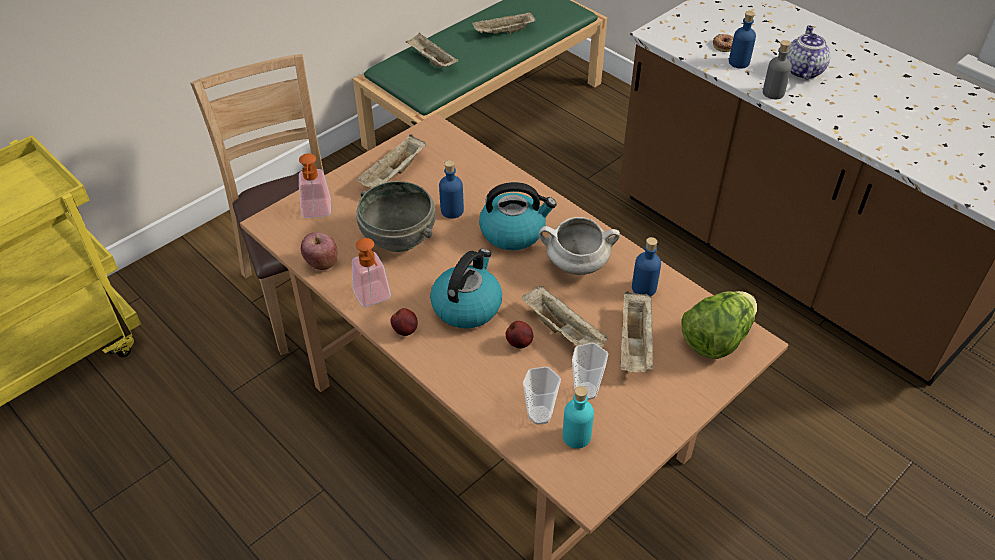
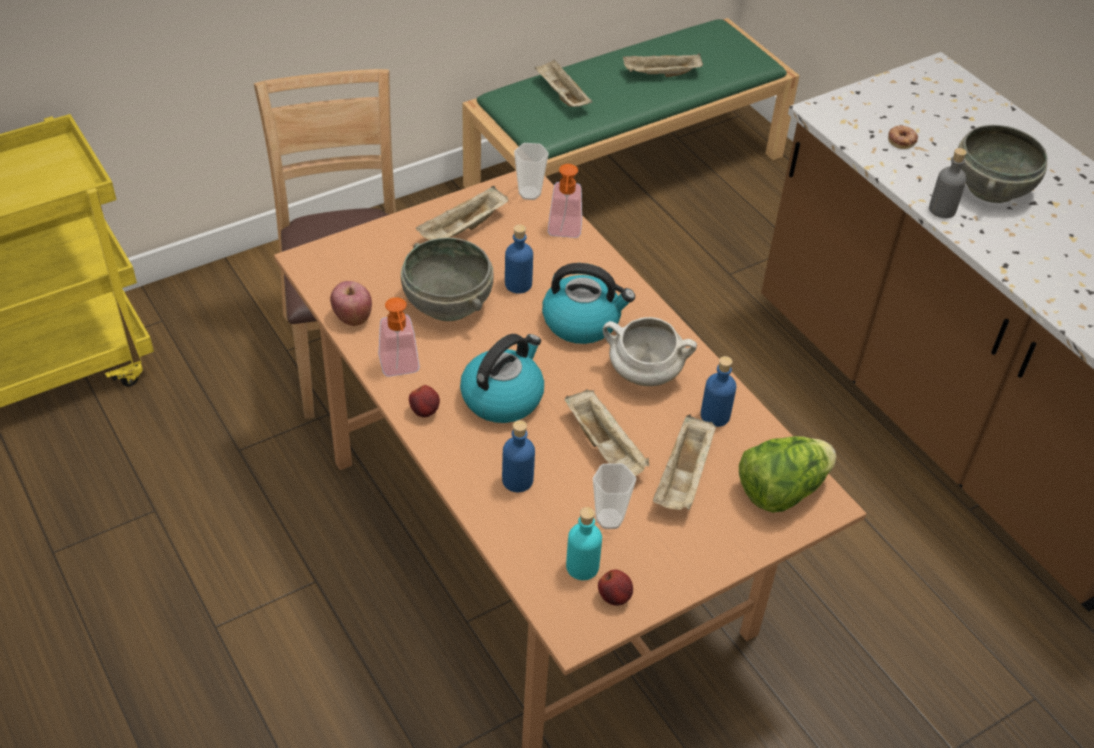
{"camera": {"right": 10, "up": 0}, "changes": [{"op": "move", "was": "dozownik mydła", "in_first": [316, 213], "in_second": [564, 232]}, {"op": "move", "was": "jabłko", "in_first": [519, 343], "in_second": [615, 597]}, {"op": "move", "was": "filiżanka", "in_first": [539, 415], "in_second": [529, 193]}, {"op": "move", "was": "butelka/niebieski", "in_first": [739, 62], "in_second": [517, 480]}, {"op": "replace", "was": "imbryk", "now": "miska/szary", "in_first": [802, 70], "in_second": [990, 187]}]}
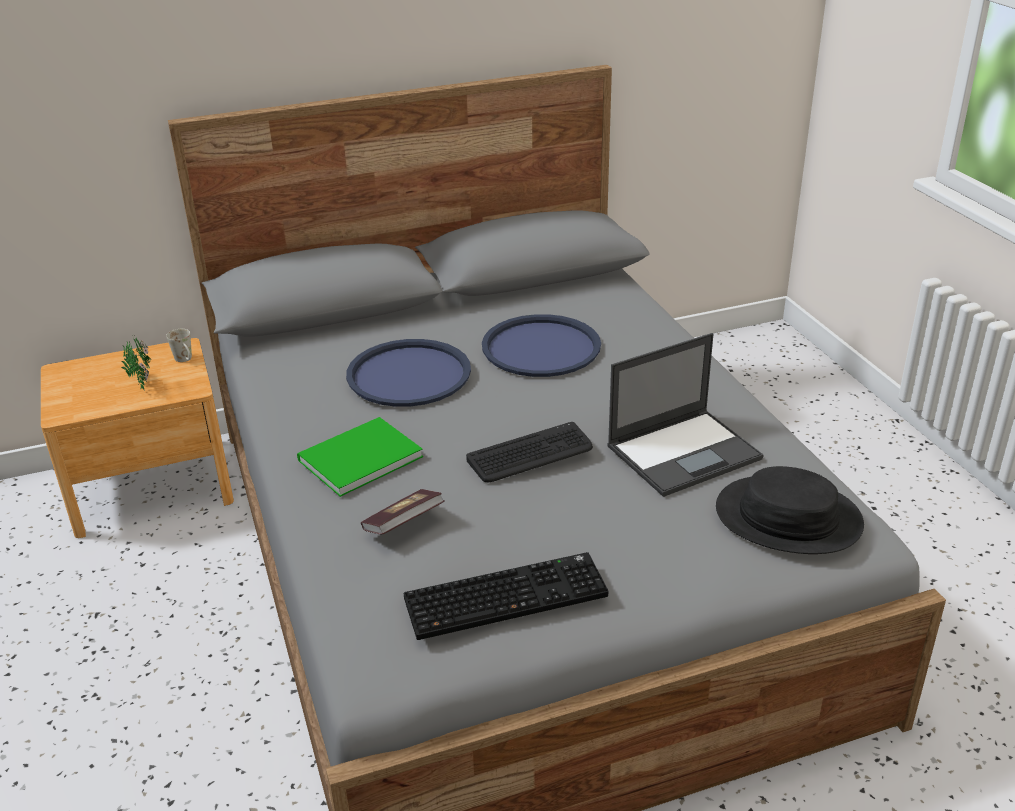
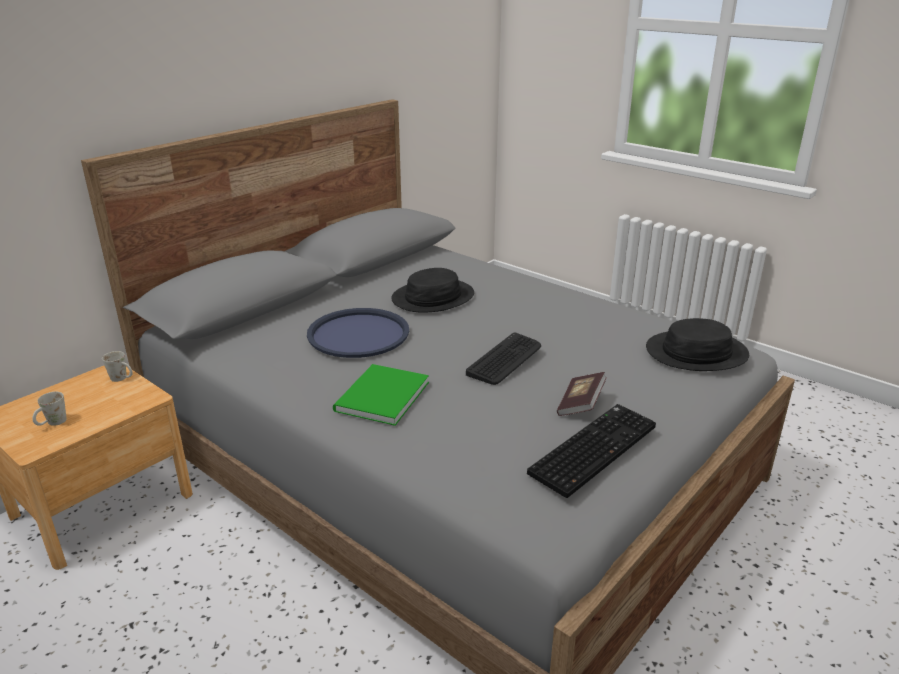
{"camera": {"right": -30, "up": -5}, "changes": [{"op": "delete", "was": "roślina doniczkowa", "in_first": [140, 382]}, {"op": "delete", "was": "laptop", "in_first": [685, 452]}, {"op": "insert", "now": "kubek/biały", "in_second": [52, 424]}, {"op": "move", "was": "książka", "in_first": [403, 525], "in_second": [580, 404]}, {"op": "replace", "was": "taca/niebieski", "now": "kapelusz/czarny", "in_first": [541, 347], "in_second": [433, 297]}]}
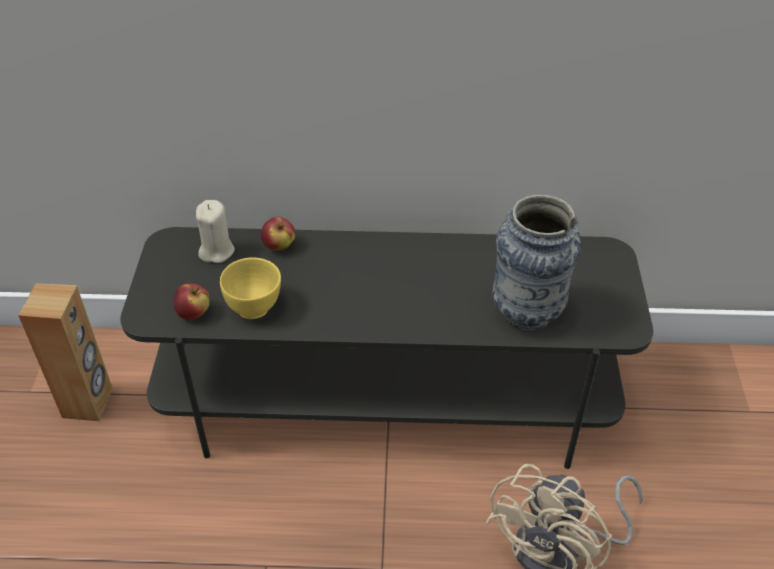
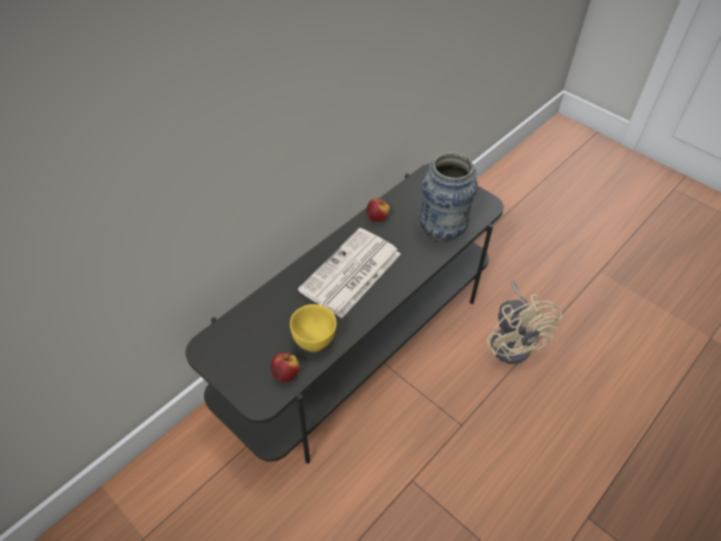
{"camera": {"right": -50, "up": 5}, "changes": [{"op": "delete", "was": "głośnik/brązowy", "in_first": [88, 403]}, {"op": "delete", "was": "świeca/beżowy", "in_first": [216, 251]}, {"op": "insert", "now": "gazeta", "in_second": [350, 273]}, {"op": "move", "was": "jabłko", "in_first": [279, 246], "in_second": [377, 218]}]}
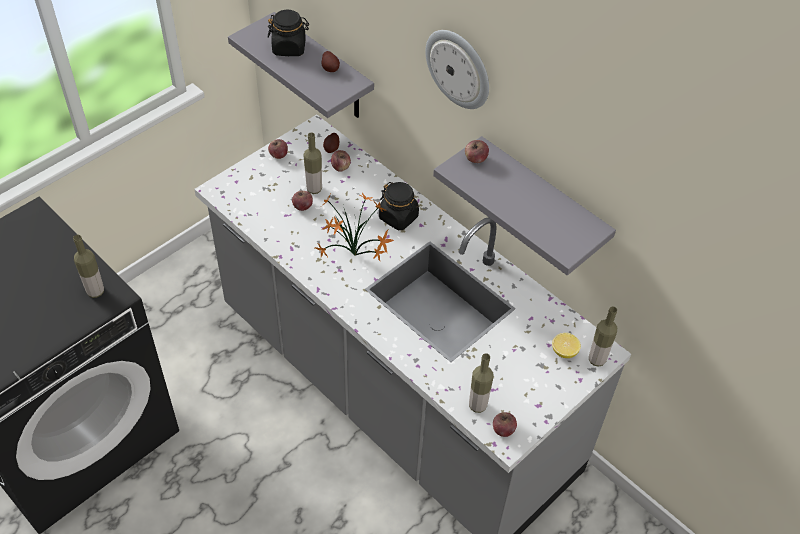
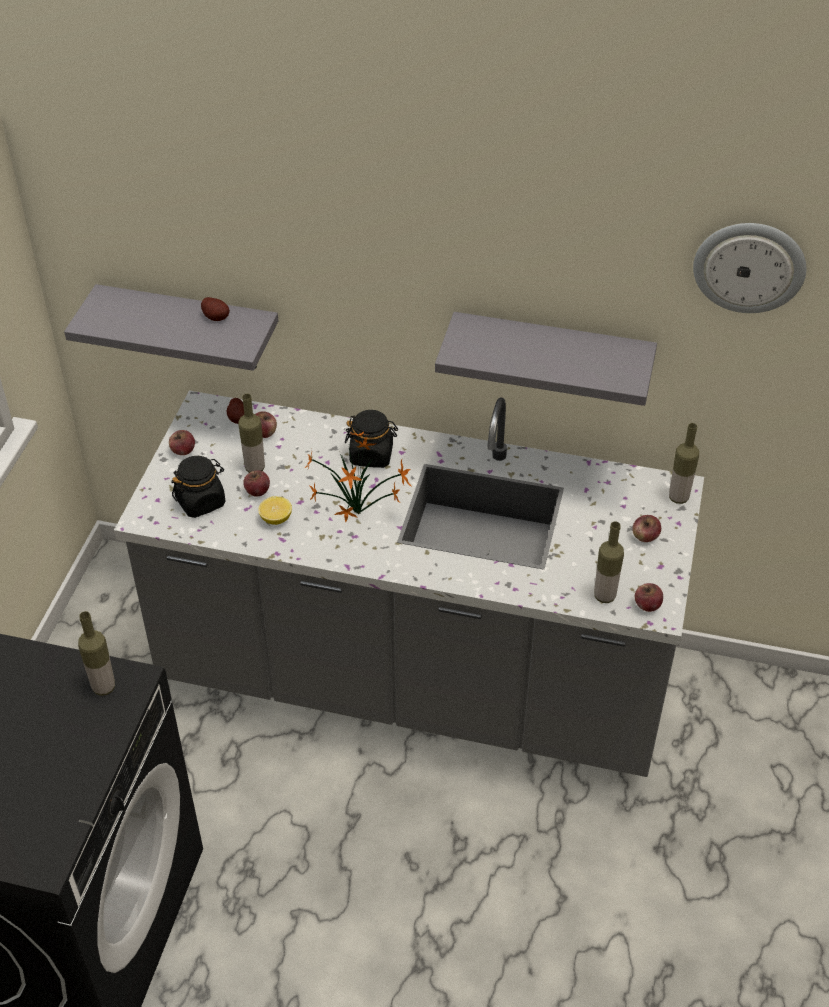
{"camera": {"right": -30, "up": -5}, "changes": [{"op": "move", "was": "słoik/czarny", "in_first": [289, 48], "in_second": [201, 501]}, {"op": "move", "was": "zegar ścienny", "in_first": [459, 68], "in_second": [749, 266]}, {"op": "move", "was": "jabłko", "in_first": [475, 159], "in_second": [645, 537]}, {"op": "move", "was": "cytryna", "in_first": [564, 351], "in_second": [276, 519]}]}
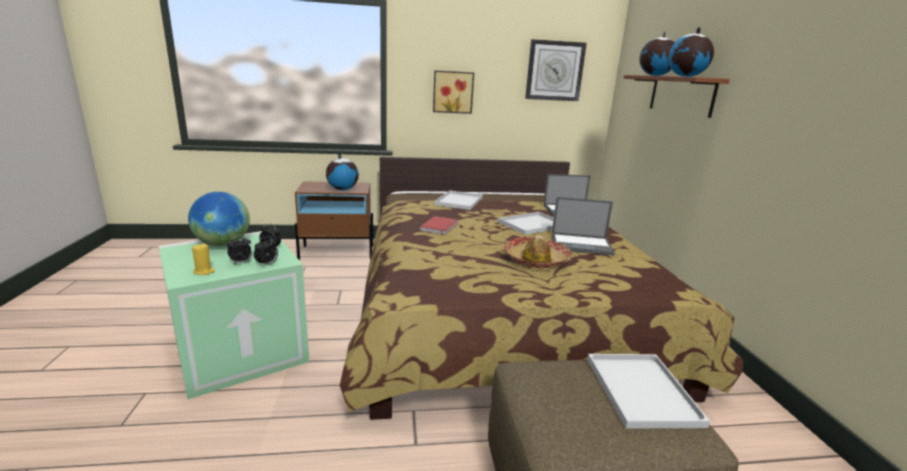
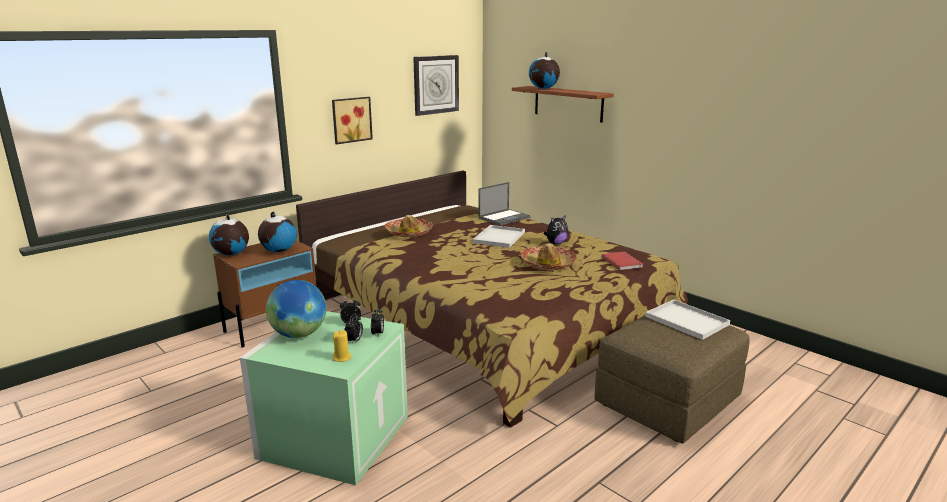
{"camera": {"right": -35, "up": 0}, "changes": [{"op": "move", "was": "książka/czerwony", "in_first": [440, 227], "in_second": [622, 262]}, {"op": "move", "was": "globus", "in_first": [686, 76], "in_second": [231, 254]}, {"op": "replace", "was": "taca/biały", "now": "kapelusz", "in_first": [459, 201], "in_second": [408, 233]}, {"op": "replace", "was": "laptop", "now": "pluszak", "in_first": [582, 244], "in_second": [556, 243]}]}
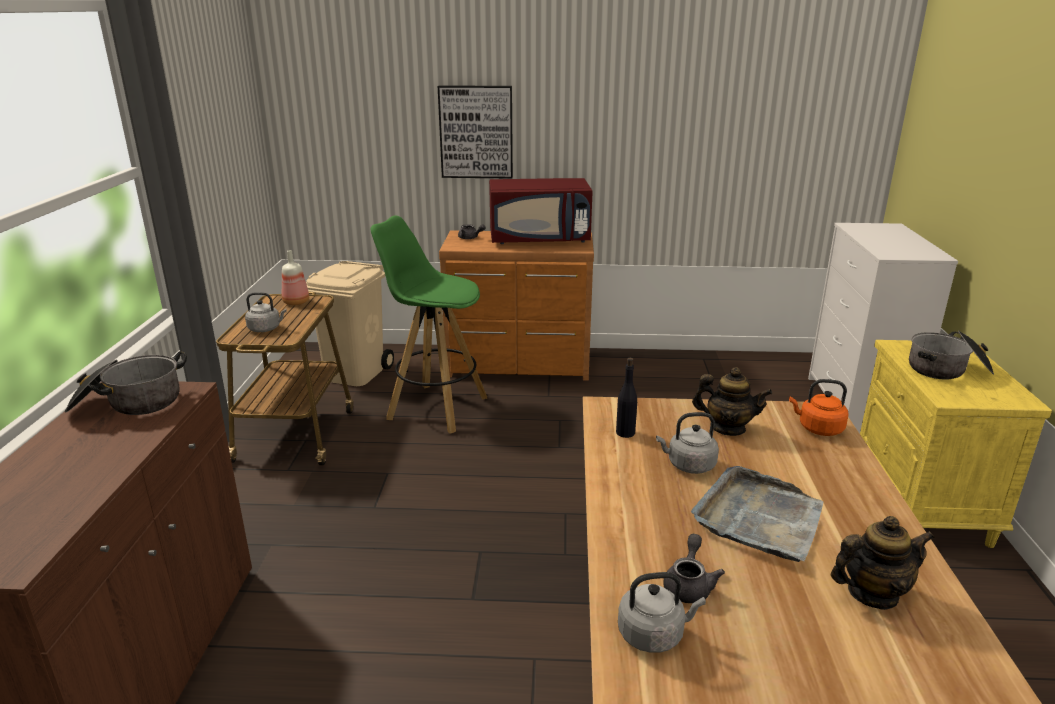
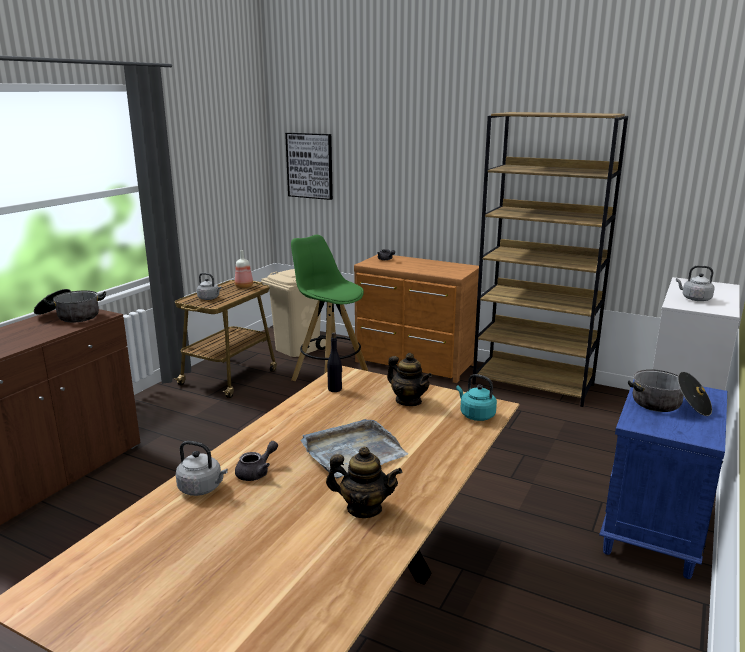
{"camera": {"right": 25, "up": -5}, "changes": [{"op": "delete", "was": "mikrofalówka/czerwony", "in_first": [539, 239]}, {"op": "insert", "now": "regał/brązowy", "in_second": [534, 384]}, {"op": "move", "was": "obraz", "in_first": [476, 132], "in_second": [310, 165]}, {"op": "move", "was": "czajnik/szary", "in_first": [688, 465], "in_second": [694, 299]}, {"op": "recolor", "was": "czajnik/pomarańczowy", "now": "czajnik/turkusowy", "in_first": [818, 428], "in_second": [475, 415]}, {"op": "recolor", "was": "szafka nocna/żółty", "now": "szafka nocna/niebieski", "in_first": [921, 505], "in_second": [653, 531]}]}
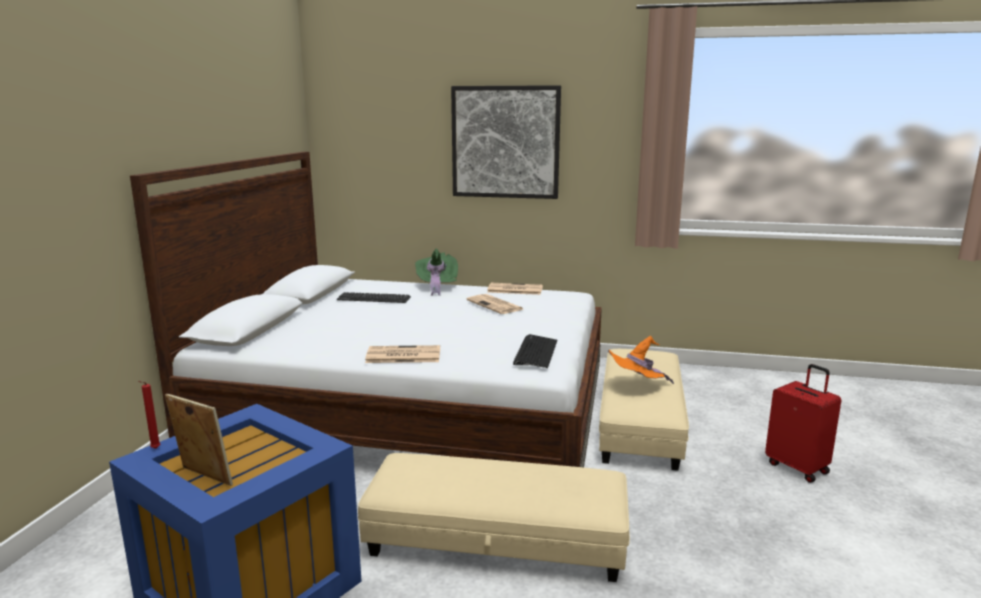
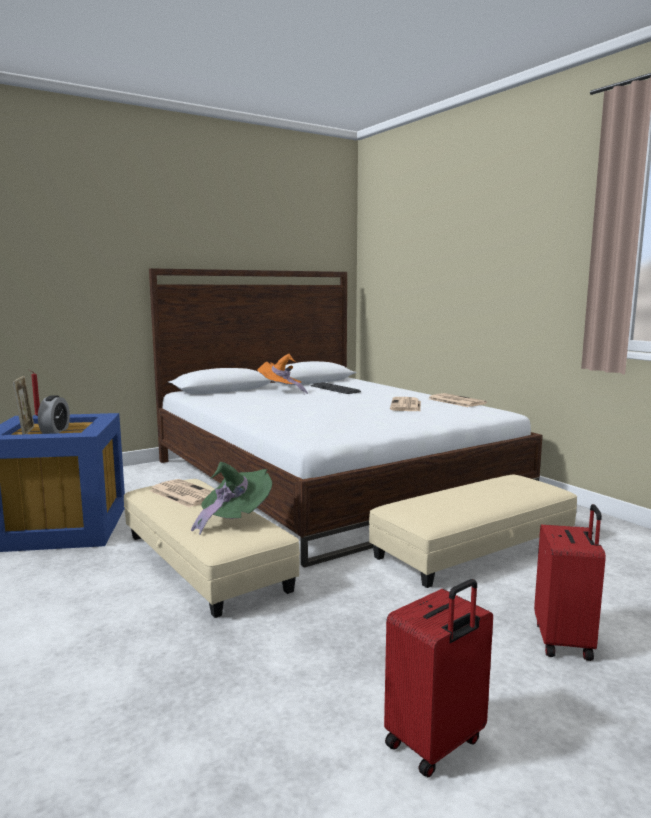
{"camera": {"right": 45, "up": -5}, "changes": [{"op": "delete", "was": "obraz", "in_first": [505, 142]}, {"op": "delete", "was": "klawiatura", "in_first": [535, 352]}, {"op": "insert", "now": "budzik", "in_second": [55, 431]}, {"op": "insert", "now": "walizka/czerwony", "in_second": [436, 744]}, {"op": "move", "was": "gazeta", "in_first": [402, 355], "in_second": [183, 494]}, {"op": "move", "was": "kapelusz/zielony", "in_first": [437, 287], "in_second": [234, 519]}, {"op": "move", "was": "kapelusz/pomarańczowy", "in_first": [636, 386], "in_second": [281, 391]}]}
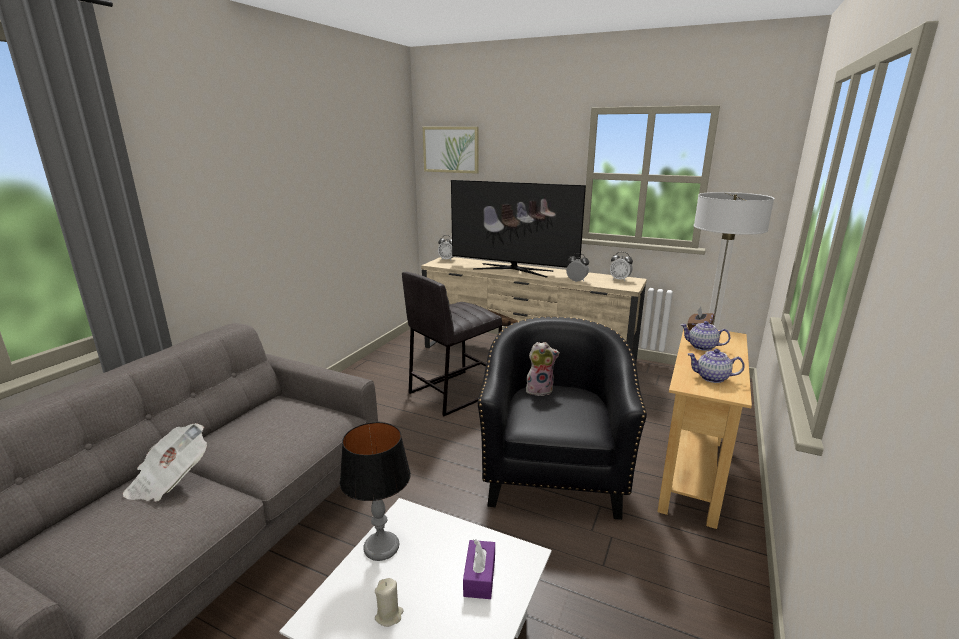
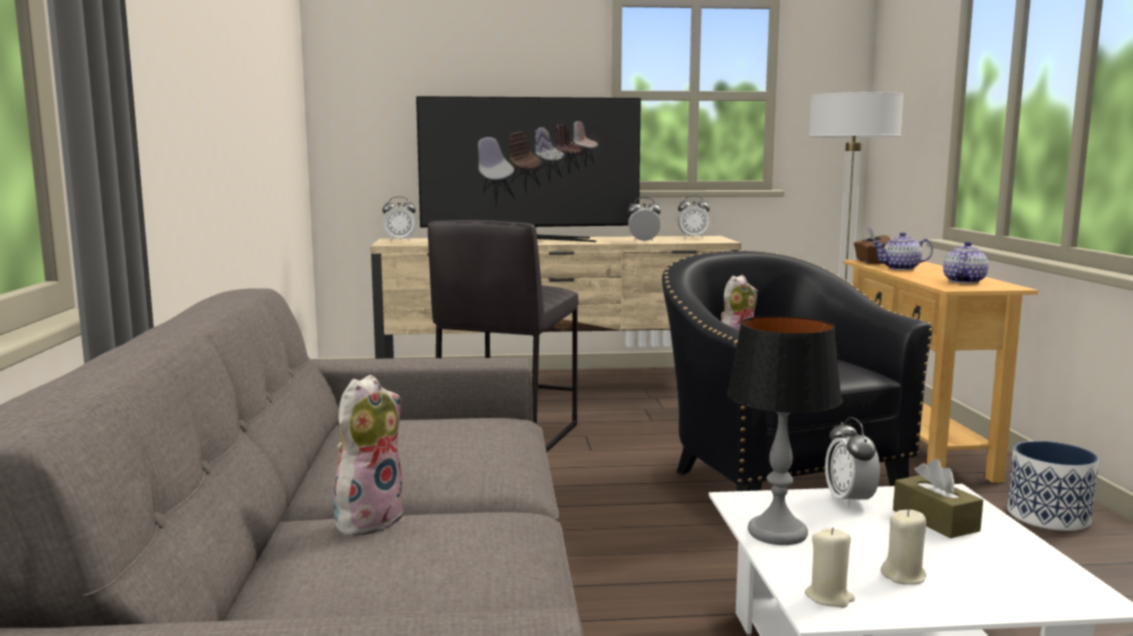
{"camera": {"right": -30, "up": -10}, "changes": [{"op": "delete", "was": "obraz", "in_first": [451, 149]}, {"op": "insert", "now": "świeca/beżowy", "in_second": [829, 597]}, {"op": "insert", "now": "budzik", "in_second": [849, 500]}, {"op": "insert", "now": "donica", "in_second": [1048, 517]}, {"op": "replace", "was": "gazeta", "now": "pluszak", "in_first": [170, 480], "in_second": [368, 519]}, {"op": "recolor", "was": "pudełko chusteczek/fioletowy", "now": "pudełko chusteczek/brązowy", "in_first": [479, 576], "in_second": [935, 520]}, {"op": "rotate", "was": "imbryk", "in_first": [712, 378], "in_second": [963, 281], "clockwise": 135}]}
